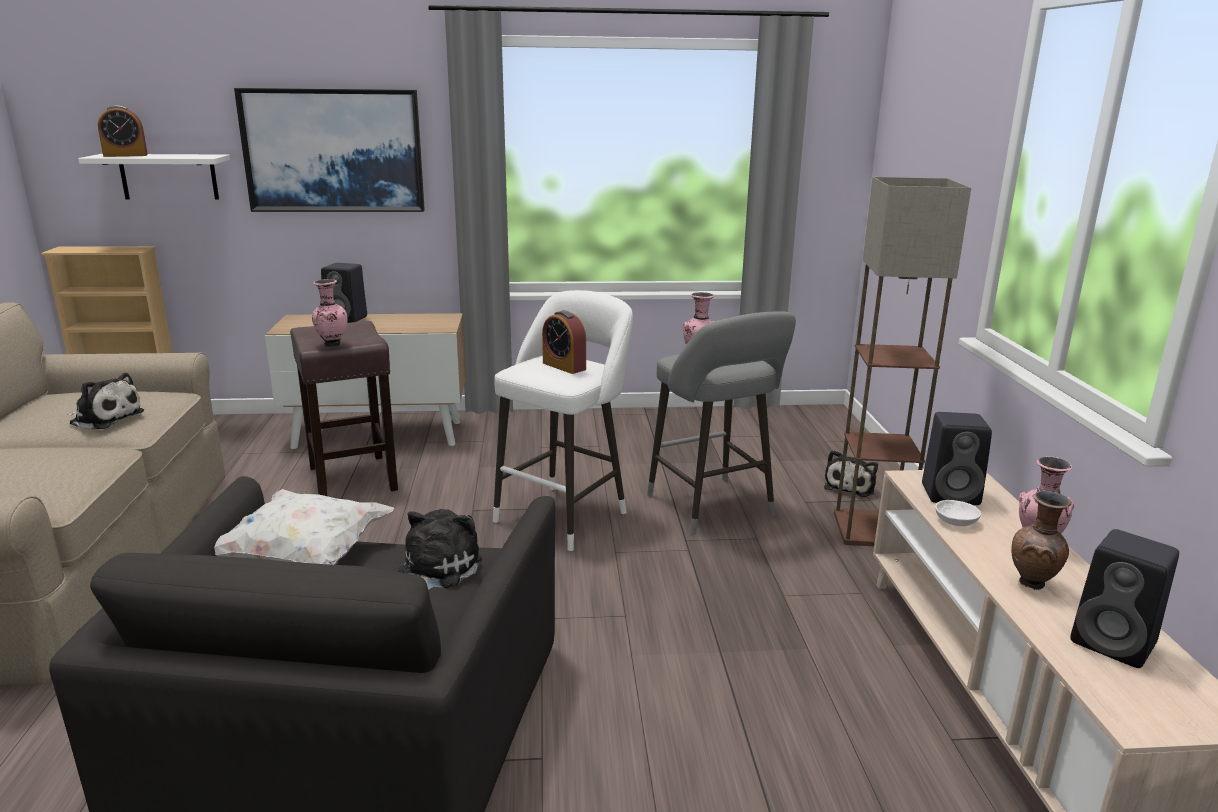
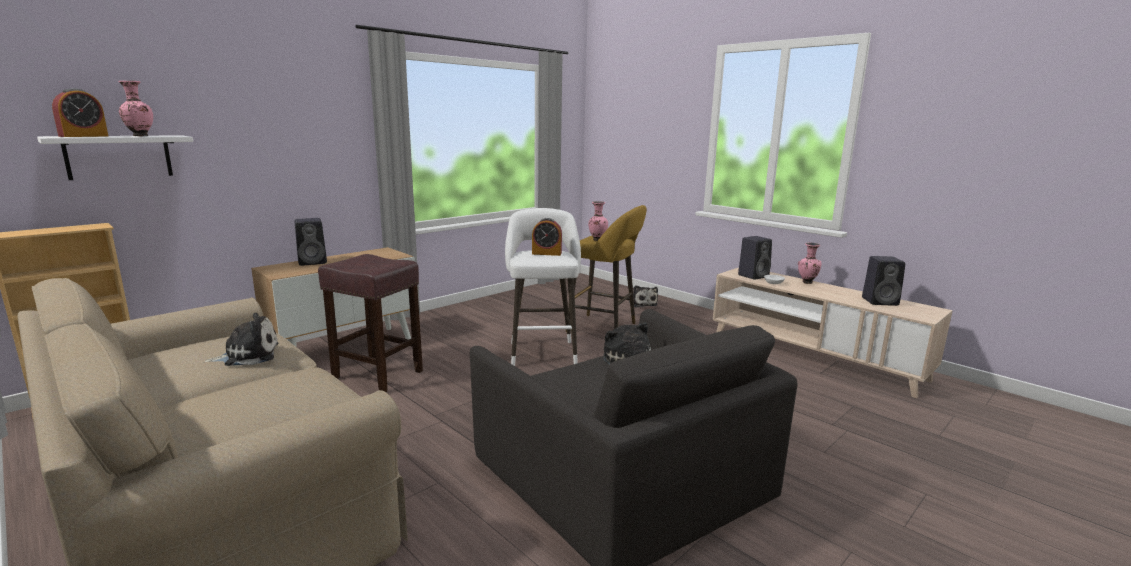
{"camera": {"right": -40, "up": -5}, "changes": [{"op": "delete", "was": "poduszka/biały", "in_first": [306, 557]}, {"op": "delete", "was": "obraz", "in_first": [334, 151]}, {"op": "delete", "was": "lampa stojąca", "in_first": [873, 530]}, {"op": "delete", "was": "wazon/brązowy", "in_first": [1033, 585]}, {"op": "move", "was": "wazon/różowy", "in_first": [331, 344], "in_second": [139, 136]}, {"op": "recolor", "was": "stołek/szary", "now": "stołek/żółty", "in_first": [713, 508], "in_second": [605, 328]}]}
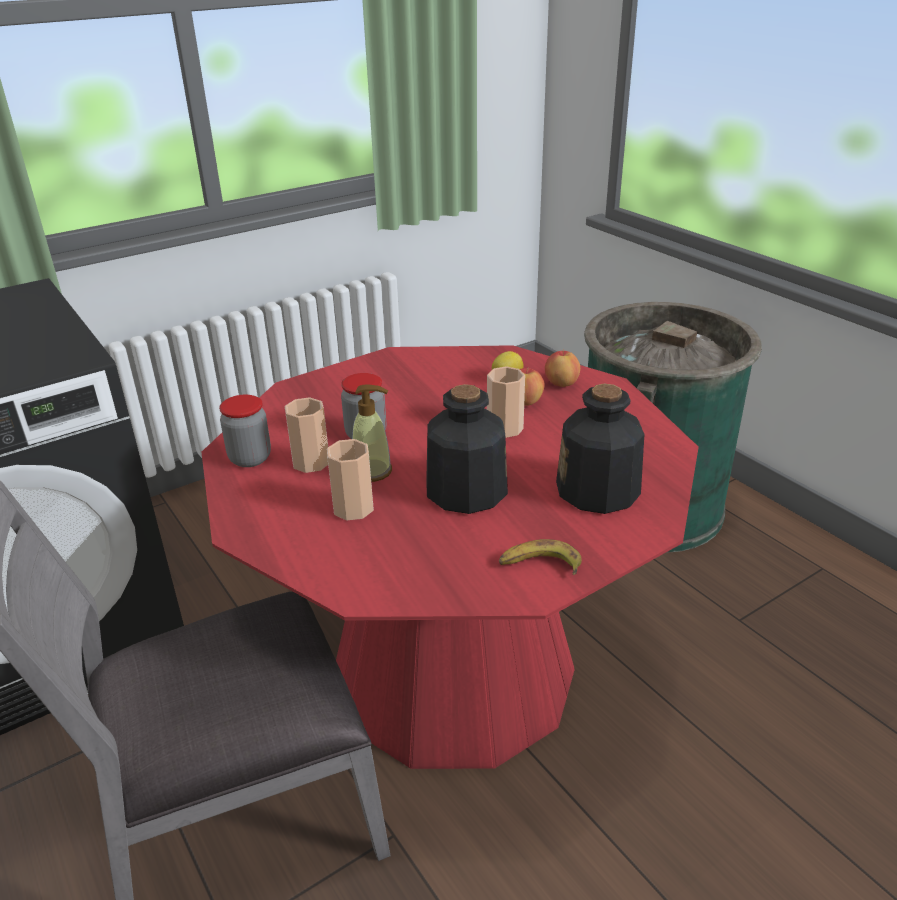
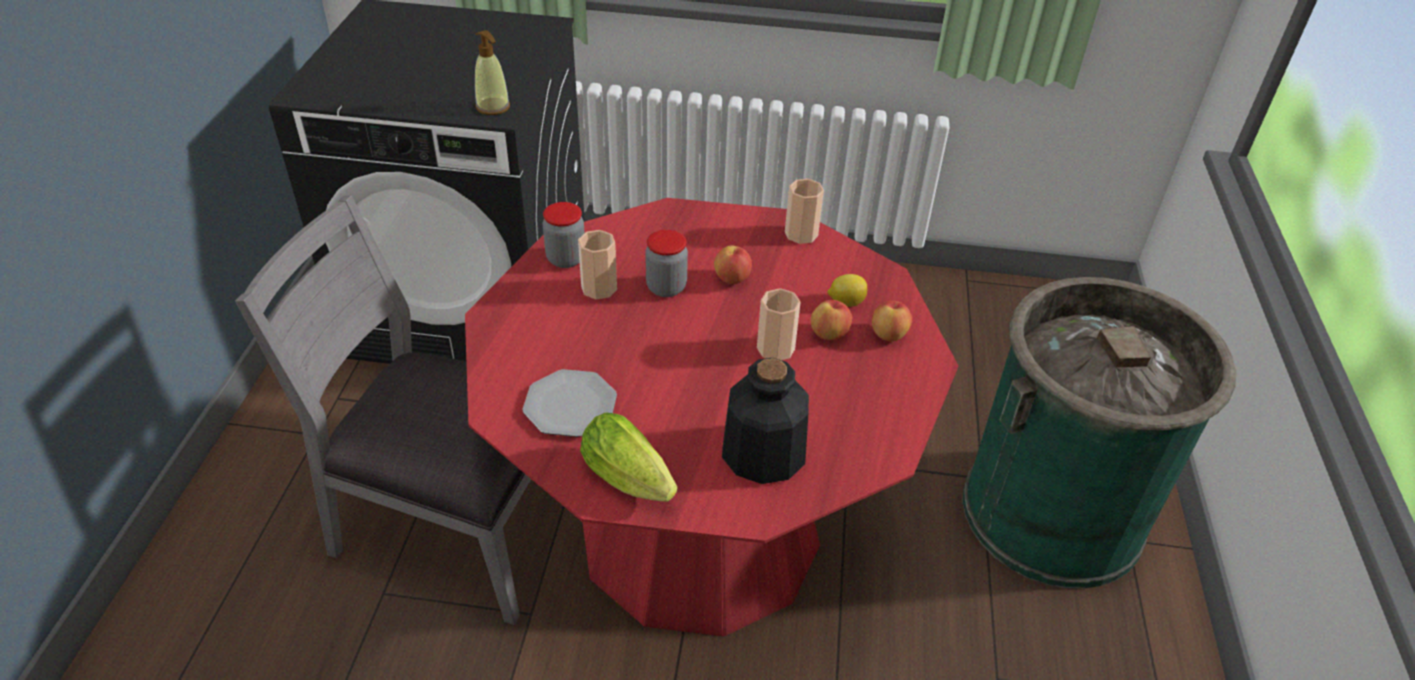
{"camera": {"right": 40, "up": 10}, "changes": [{"op": "delete", "was": "butelka", "in_first": [465, 490]}, {"op": "insert", "now": "talerz", "in_second": [570, 405]}, {"op": "insert", "now": "jabłko", "in_second": [732, 279]}, {"op": "move", "was": "filiżanka", "in_first": [353, 508], "in_second": [801, 234]}, {"op": "move", "was": "dozownik mydła", "in_first": [372, 471], "in_second": [493, 107]}, {"op": "replace", "was": "banan", "now": "sałata", "in_first": [539, 565], "in_second": [631, 480]}]}
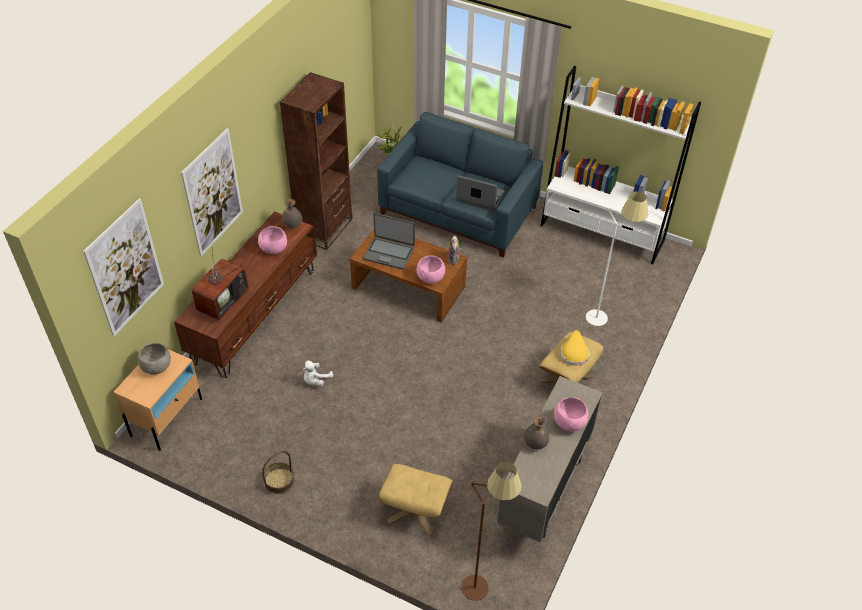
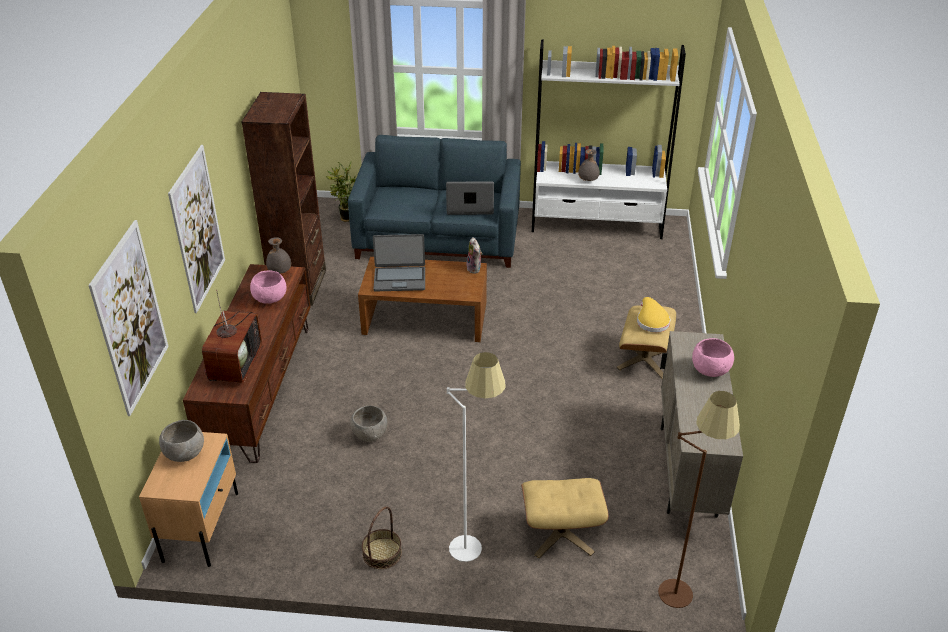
{"camera": {"right": -20, "up": -10}, "changes": [{"op": "delete", "was": "miska/różowy", "in_first": [430, 278]}, {"op": "move", "was": "wazon/szary", "in_first": [535, 443], "in_second": [588, 180]}, {"op": "move", "was": "lampa stojąca/biały", "in_first": [604, 313], "in_second": [474, 538]}, {"op": "replace", "was": "pluszak/biały", "now": "miska/szary", "in_first": [316, 380], "in_second": [369, 435]}]}
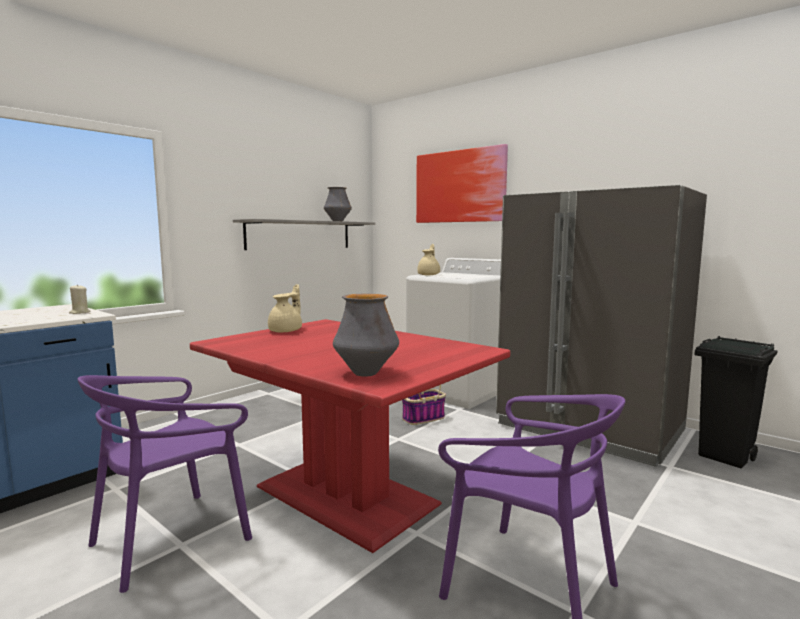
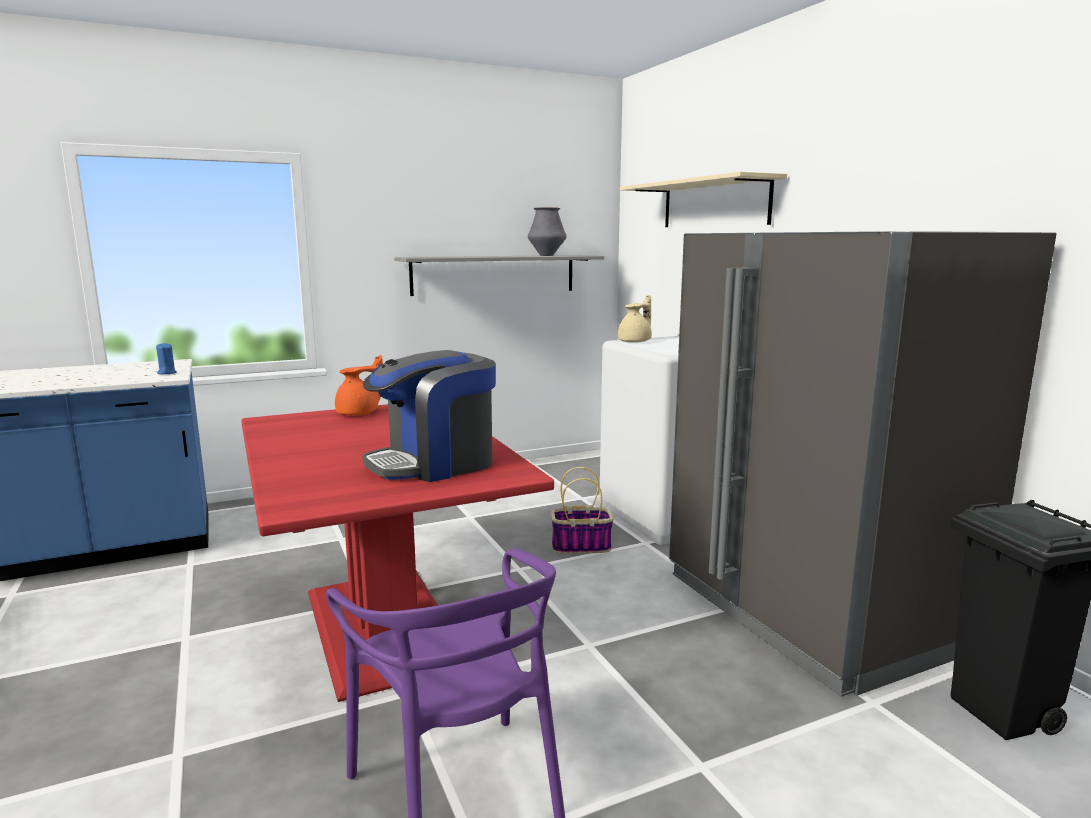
{"camera": {"right": 25, "up": 5}, "changes": [{"op": "delete", "was": "krzesło/fioletowy", "in_first": [171, 538]}, {"op": "delete", "was": "wazon", "in_first": [366, 373]}, {"op": "insert", "now": "ekspres do kawy", "in_second": [434, 464]}, {"op": "replace", "was": "obraz", "now": "półka/beżowy", "in_first": [460, 186], "in_second": [714, 204]}, {"op": "recolor", "was": "świeca/beżowy", "now": "świeca/niebieski", "in_first": [80, 312], "in_second": [166, 373]}, {"op": "recolor", "was": "imbryk/beżowy", "now": "imbryk/pomarańczowy", "in_first": [287, 331], "in_second": [360, 413]}]}
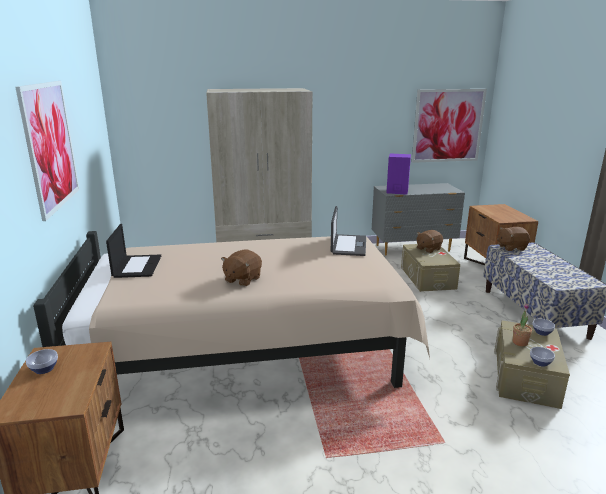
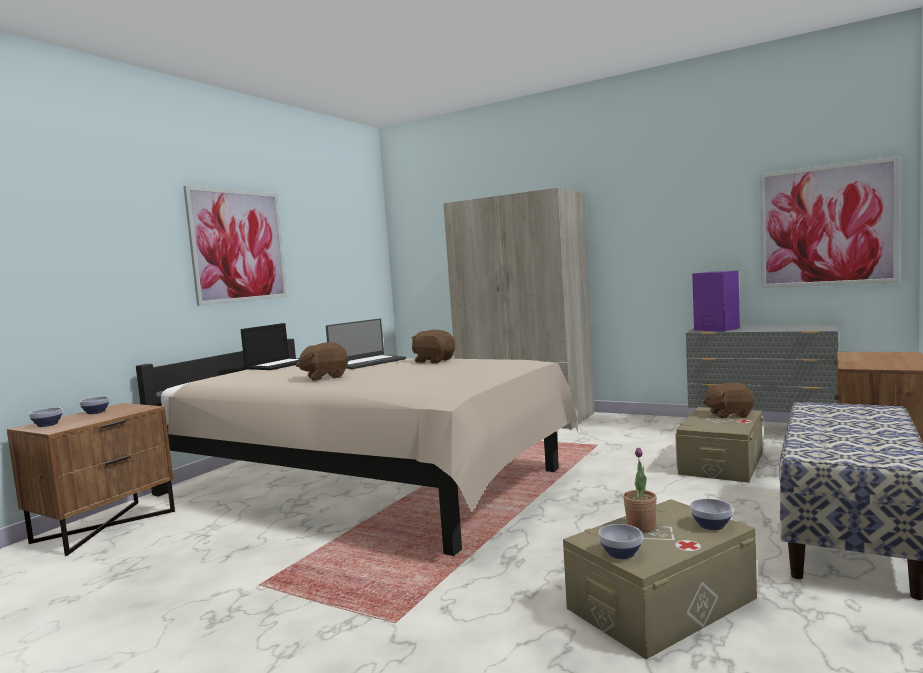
{"camera": {"right": 40, "up": -15}, "changes": [{"op": "insert", "now": "miska", "in_second": [47, 424]}, {"op": "move", "was": "laptop", "in_first": [348, 245], "in_second": [367, 362]}, {"op": "move", "was": "pluszak/brązowy", "in_first": [511, 247], "in_second": [434, 361]}]}
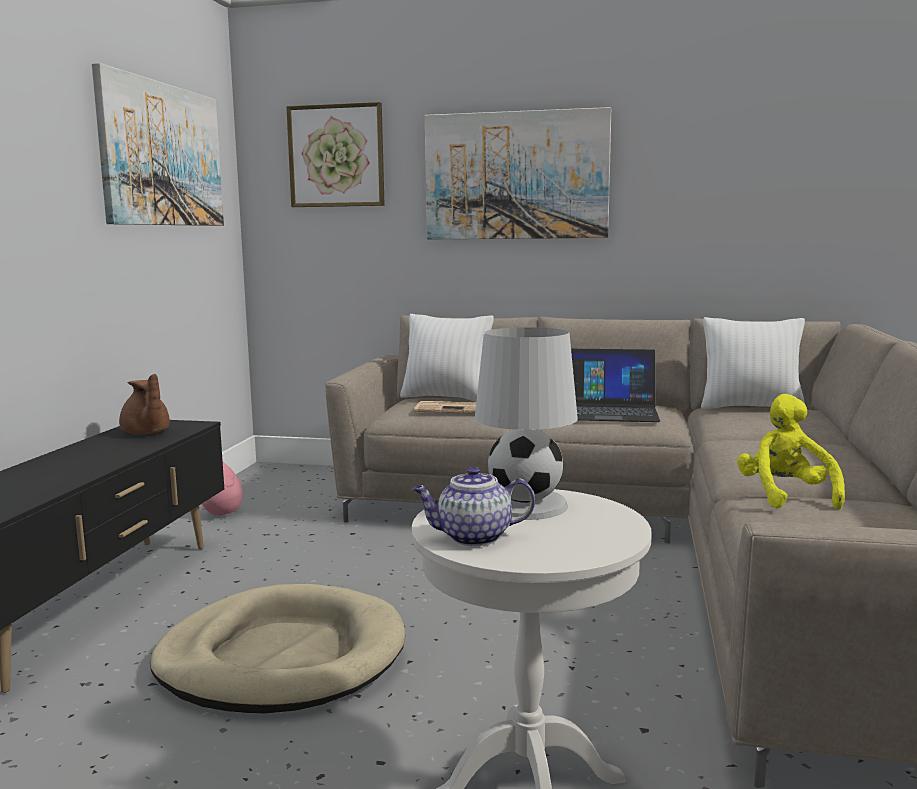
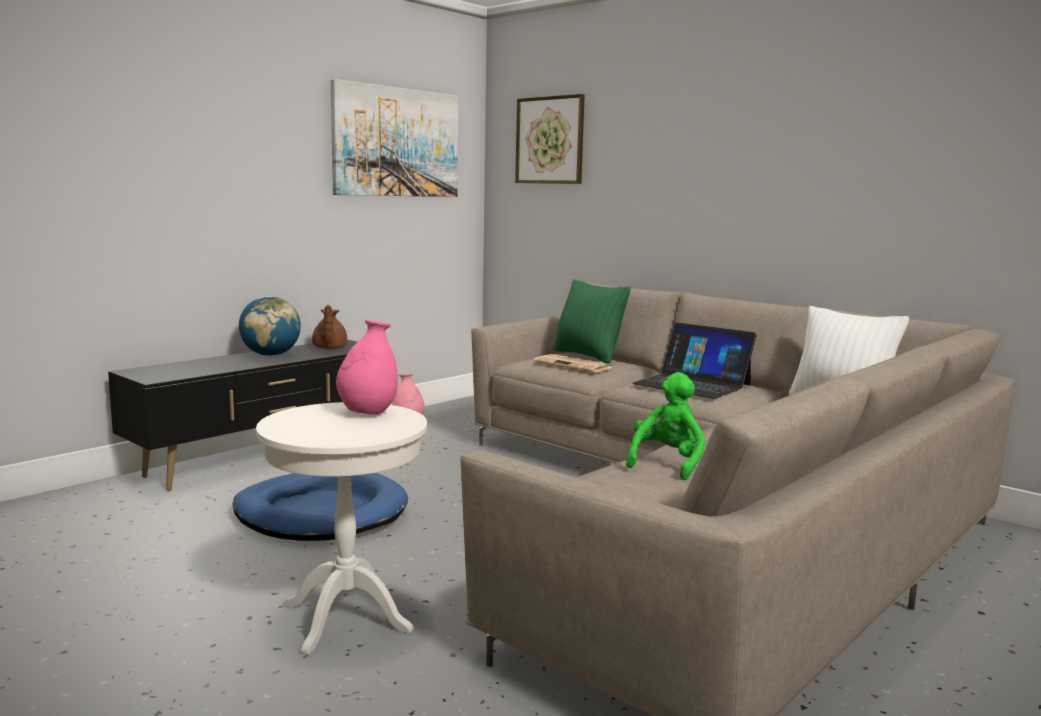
{"camera": {"right": 30, "up": 0}, "changes": [{"op": "delete", "was": "imbryk", "in_first": [472, 537]}, {"op": "delete", "was": "obraz", "in_first": [516, 176]}, {"op": "insert", "now": "globus", "in_second": [271, 355]}, {"op": "replace", "was": "lampa stołowa/biały", "now": "wazon/różowy", "in_first": [526, 505], "in_second": [368, 413]}, {"op": "recolor", "was": "legowisko/beżowy", "now": "legowisko/niebieski", "in_first": [282, 657], "in_second": [321, 512]}, {"op": "recolor", "was": "poduszka/biały", "now": "poduszka/zielony", "in_first": [446, 398], "in_second": [588, 356]}, {"op": "recolor", "was": "pluszak/żółty", "now": "pluszak/zielony", "in_first": [785, 496], "in_second": [667, 464]}]}
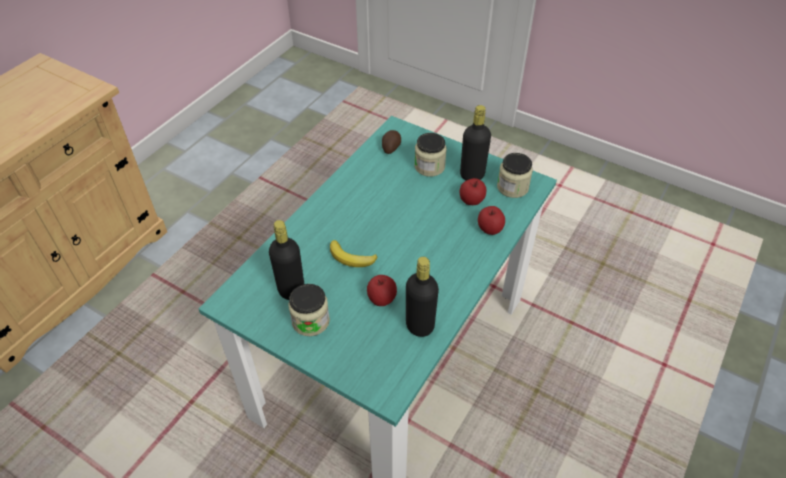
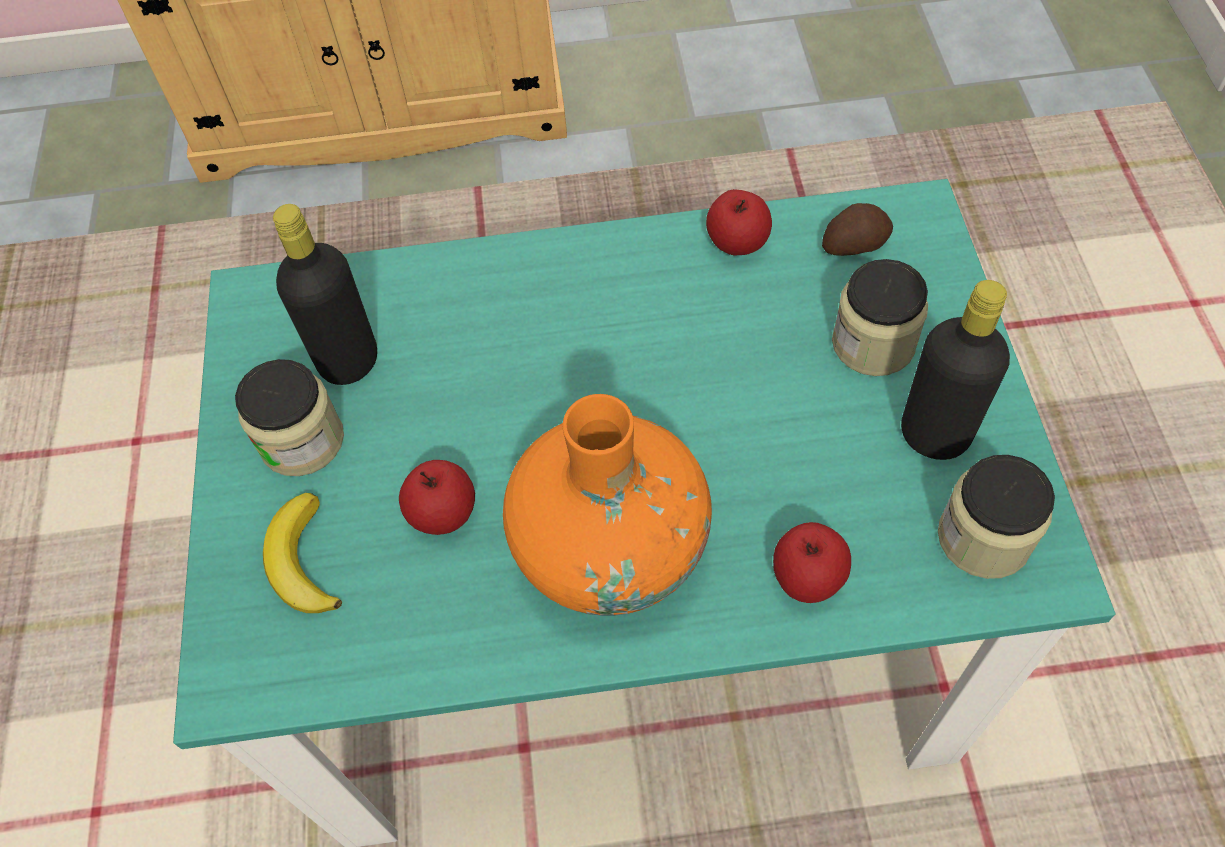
{"camera": {"right": 55, "up": 10}, "changes": [{"op": "delete", "was": "butelka/czarny", "in_first": [420, 325]}, {"op": "insert", "now": "wazon/pomarańczowy", "in_second": [611, 550]}, {"op": "move", "was": "banan", "in_first": [351, 258], "in_second": [302, 561]}, {"op": "move", "was": "jabłko", "in_first": [471, 200], "in_second": [737, 242]}]}
